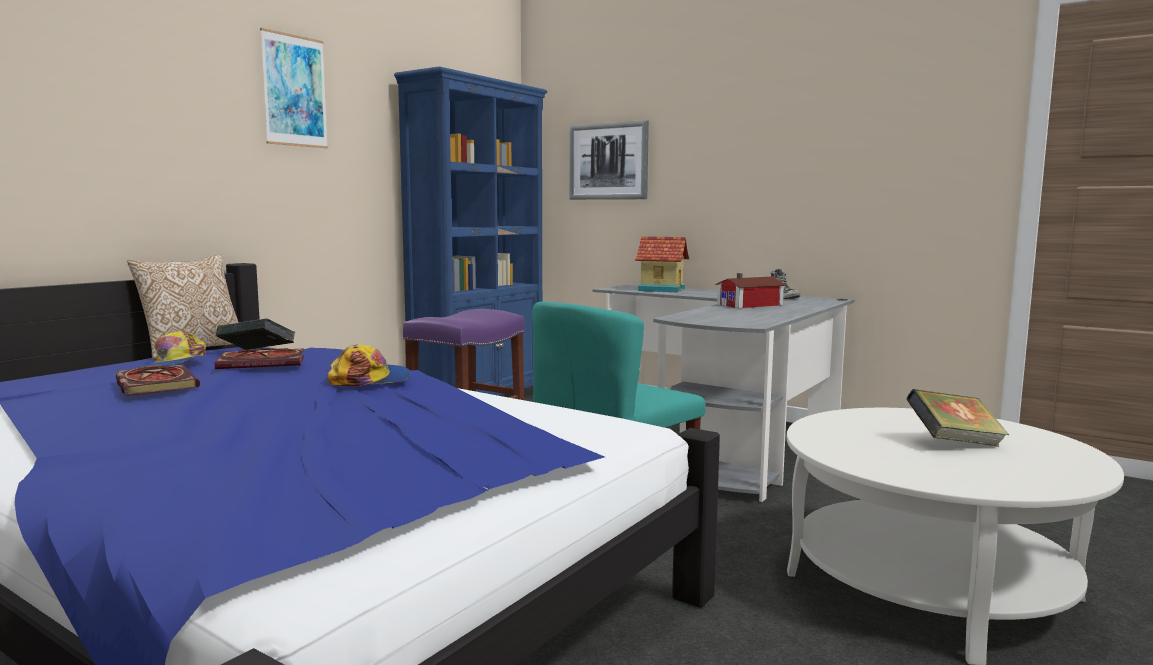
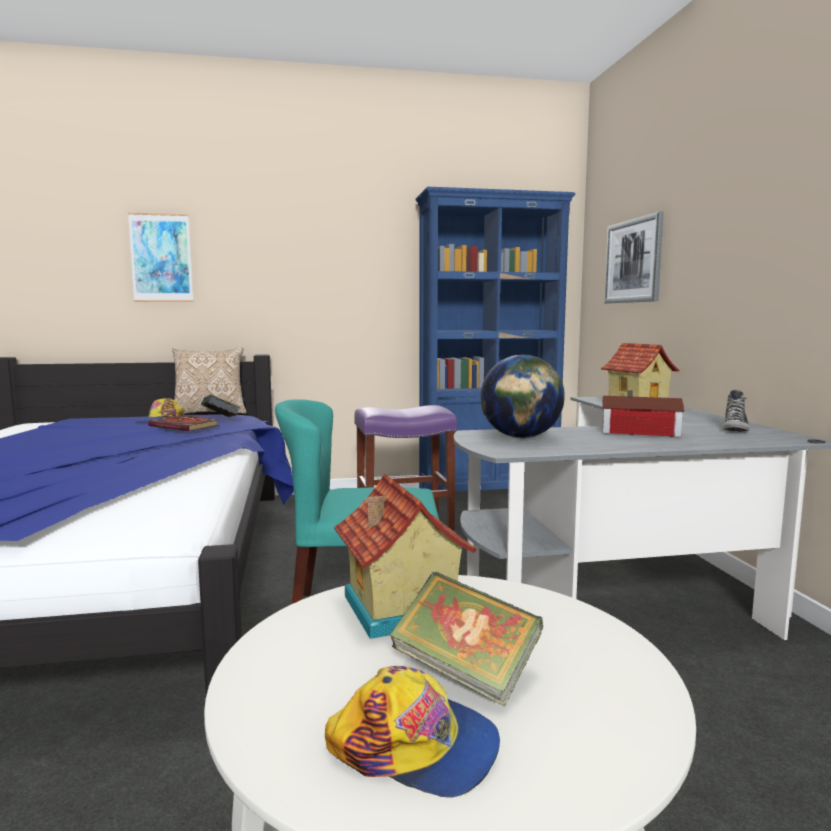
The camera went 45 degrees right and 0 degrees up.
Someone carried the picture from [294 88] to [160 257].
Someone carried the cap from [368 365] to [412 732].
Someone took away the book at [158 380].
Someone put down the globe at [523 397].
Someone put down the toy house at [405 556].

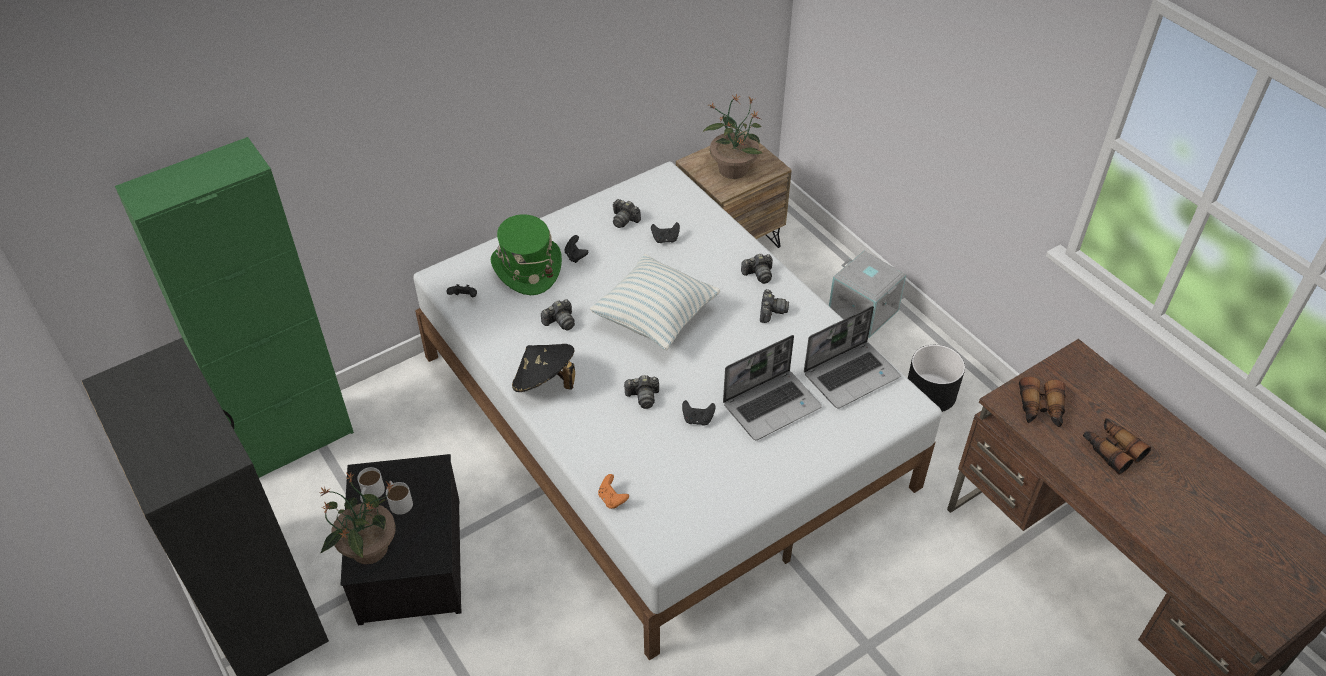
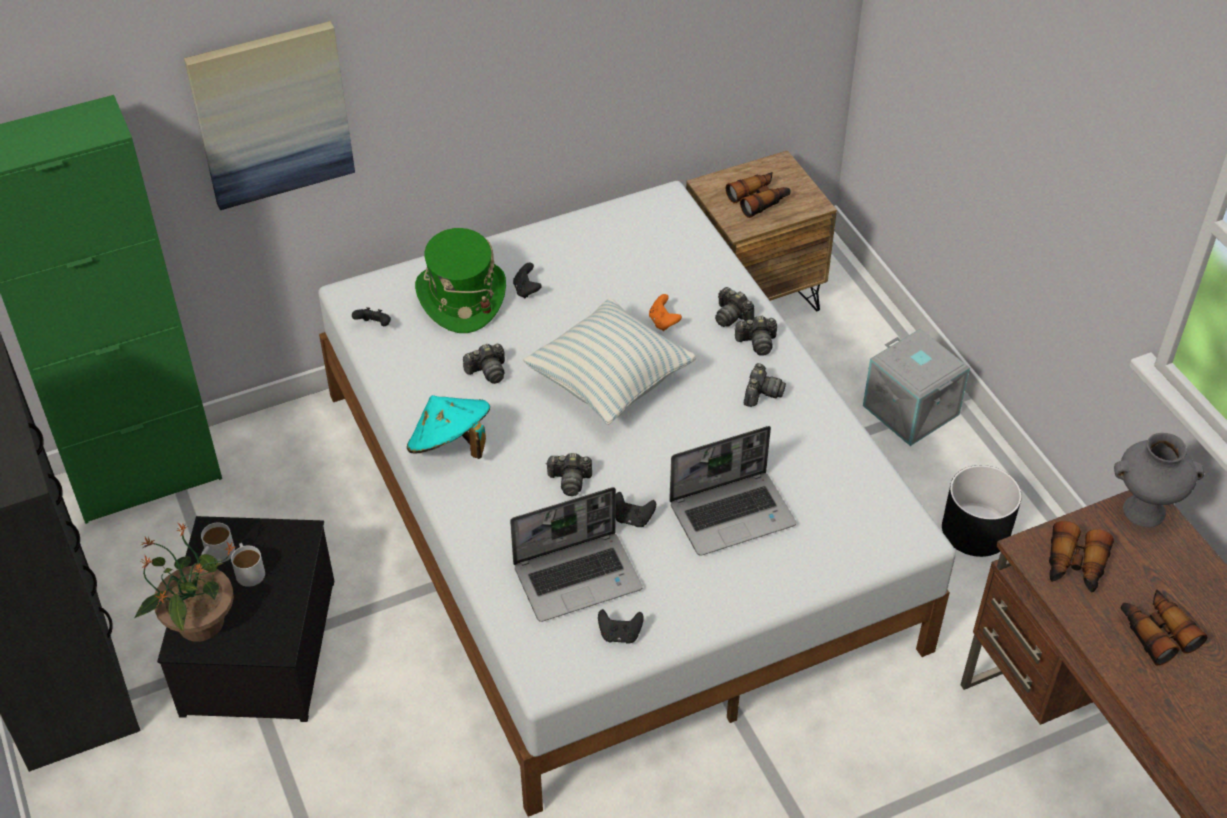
The camera went 10 degrees right and 0 degrees up.
Someone swapped the potted plant at [732 136] for the binoculars at [758 195].
Someone carried the photo camera from [627 213] to [734 307].
Someone carried the black game controller from [665 232] to [621 626].
Someone carried the laptop from [852 357] to [576 554].
Someone repainted the black hat at [543 368], which became the turquoise hat at [448 427].
Someone carried the orange game controller from [613 491] to [665 312].
Someone put up the picture at [269 115].
Someone put down the grey vase at [1159 480].

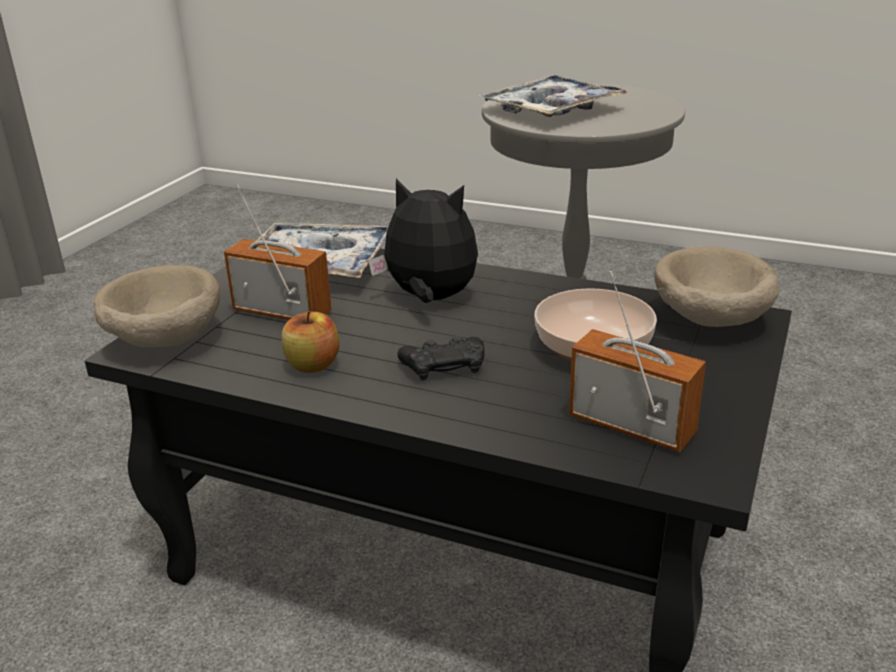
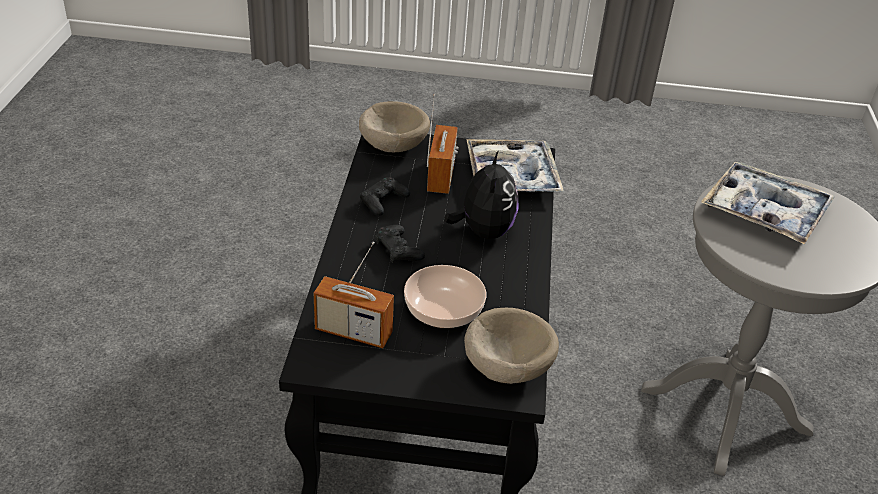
The camera went 70 degrees right and 10 degrees up.
Someone rotated the radio at [637 361] by 90 degrees clockwise.
Someone swapped the apple at [310 342] for the black game controller at [385 196].

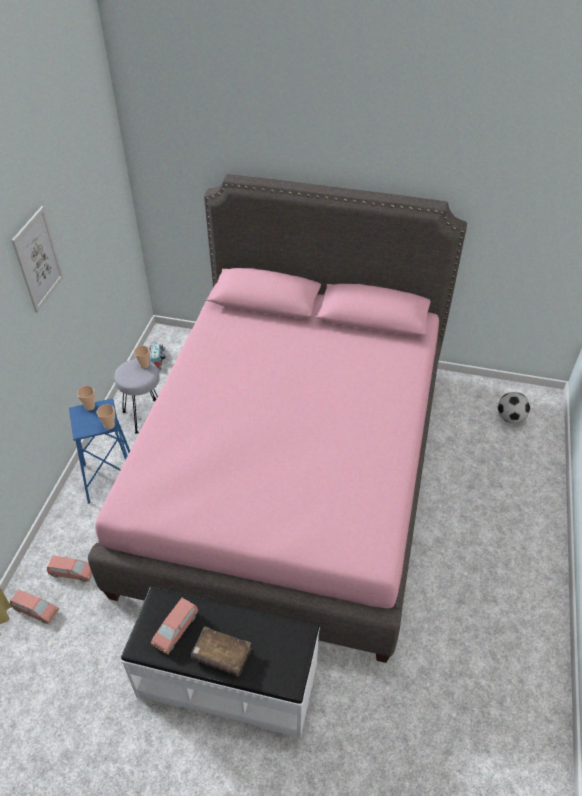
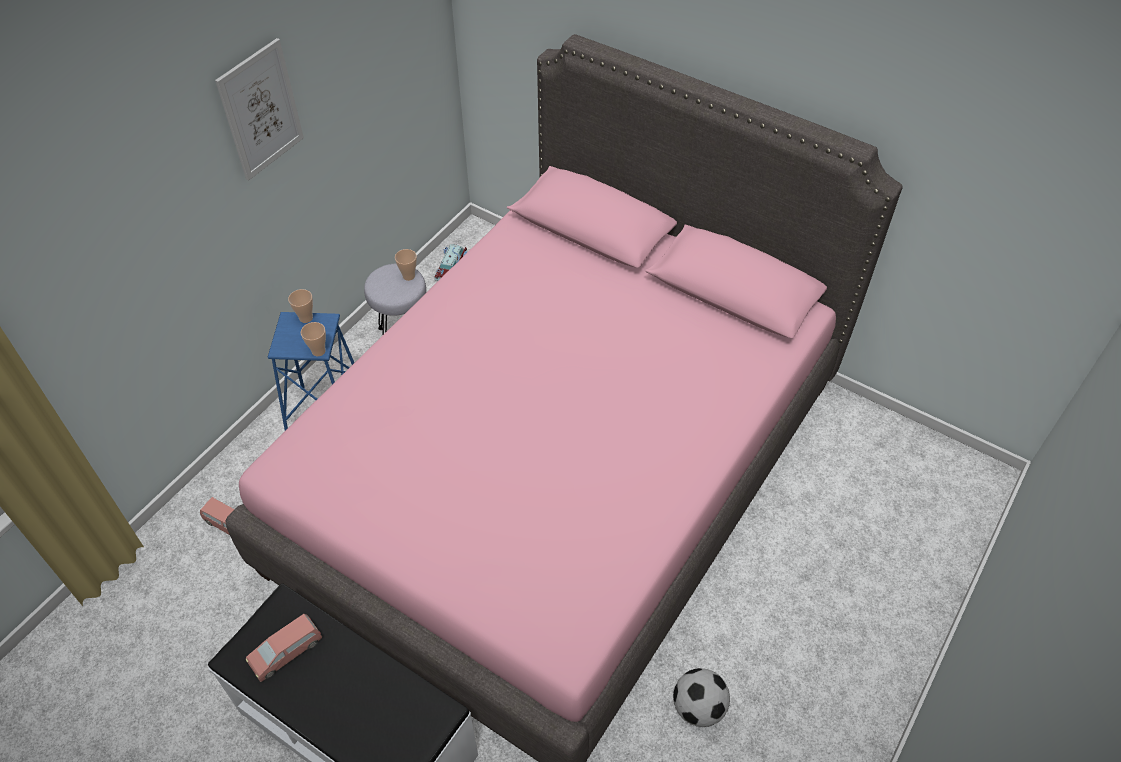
The camera went 20 degrees right and 5 degrees up.
Someone carried the football from [514 407] to [701 697].
Someone took away the pink toy car at [34 607].
Someone took away the brown book at [221 651].

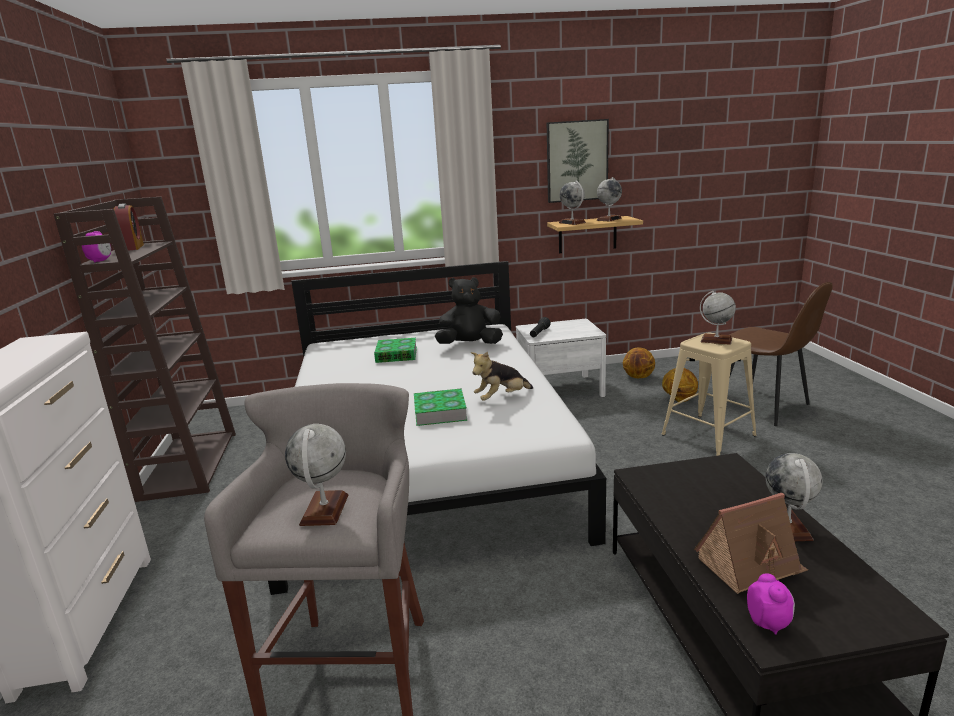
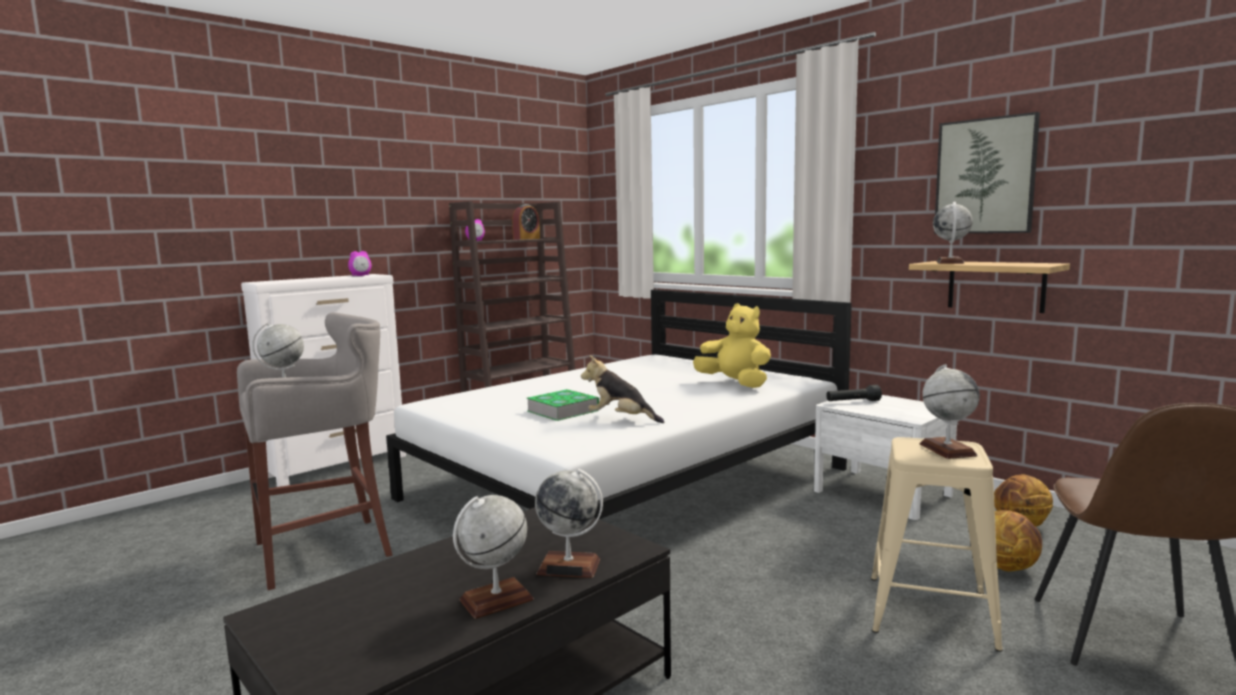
The camera went 55 degrees right and 10 degrees down.
Someone carried the globe from [609 199] to [569 523].
Someone repainted the black plush toy at [469 310], which became the yellow plush toy at [732 345].
Someone took away the book at [395 350].
Someone took away the toy house at [751 543].
Someone carried the alarm clock from [771 604] to [359 263].

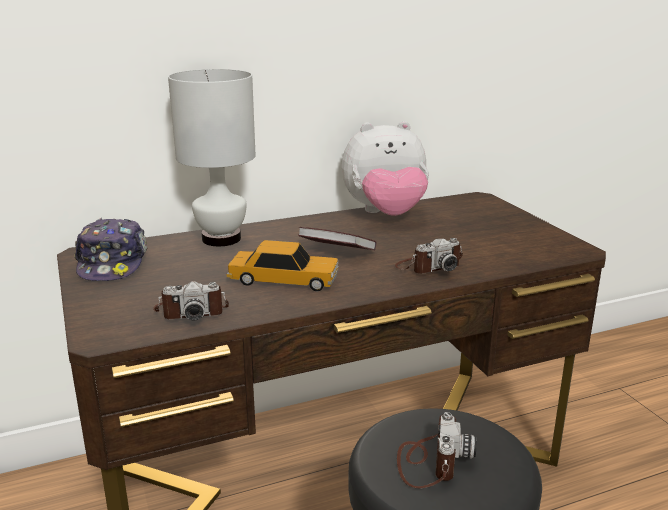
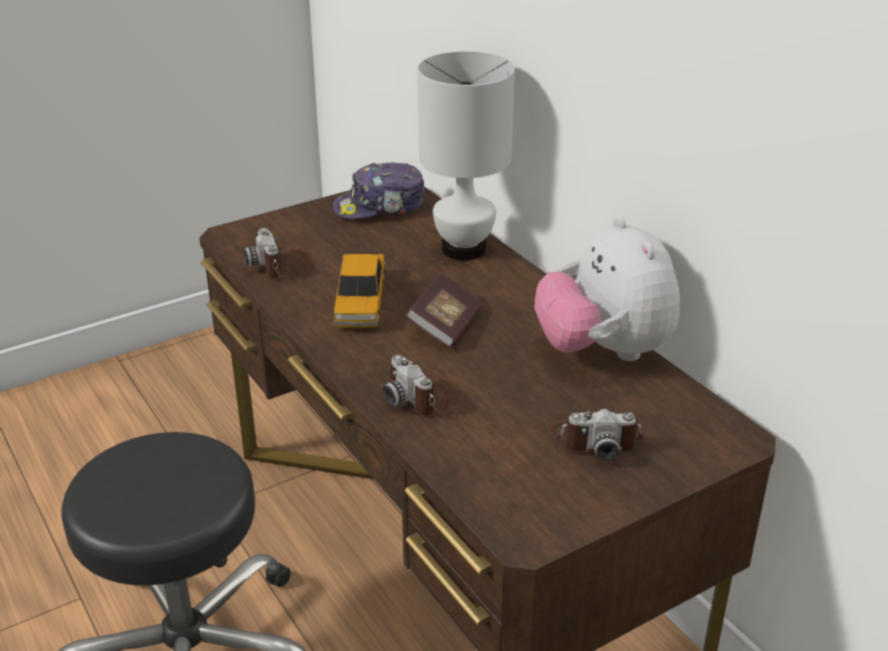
The camera went 80 degrees right and 10 degrees up.
Someone carried the photo camera from [437 450] to [596 434].

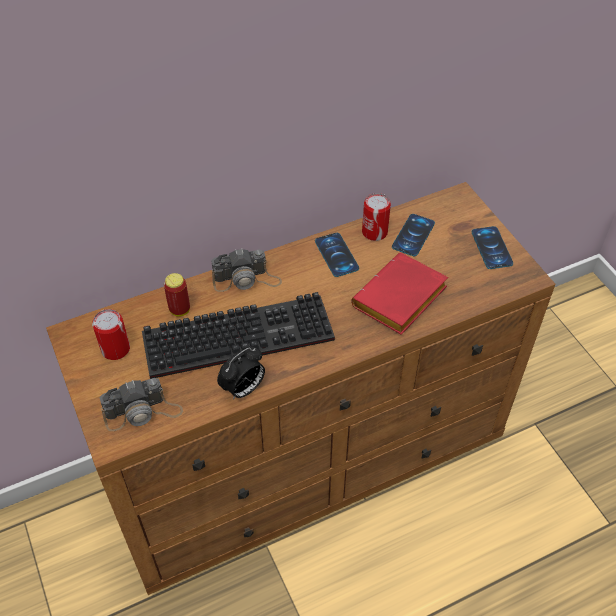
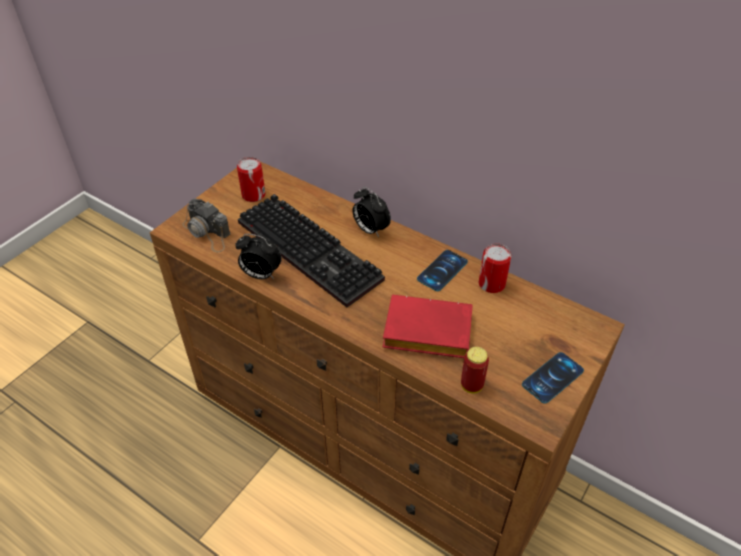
The camera went 60 degrees right and 5 degrees down.
Someone took away the phone at [413 235].
Someone swapped the photo camera at [246 270] for the alarm clock at [371 212].
Someone carried the can from [177 295] to [475 370].

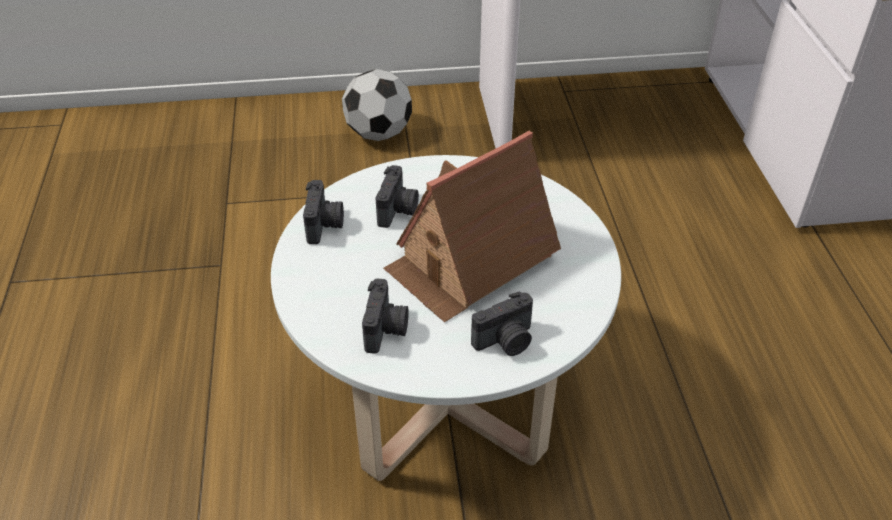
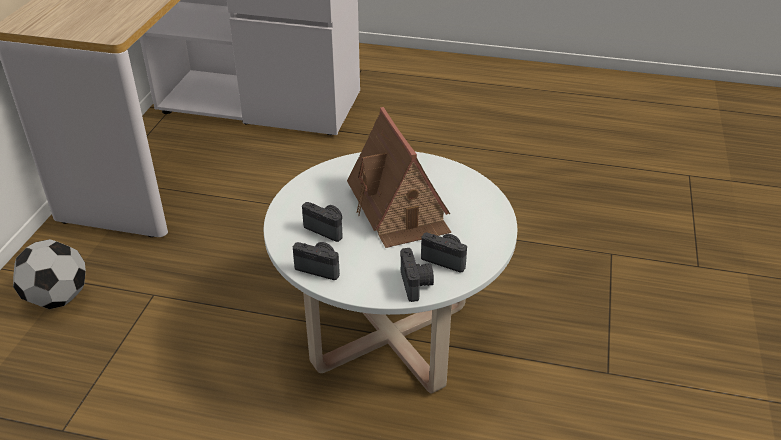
The camera went 70 degrees left and 5 degrees down.
Someone carried the photo camera from [502 323] to [417 275].

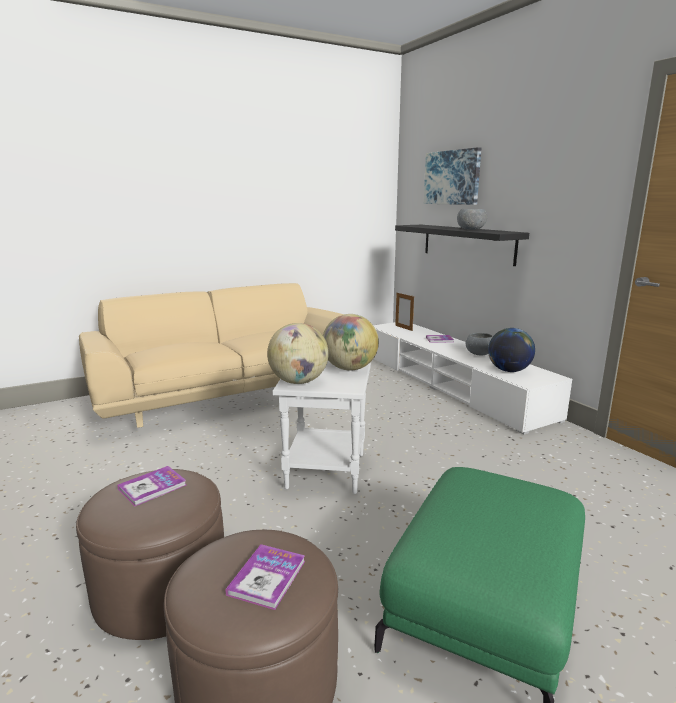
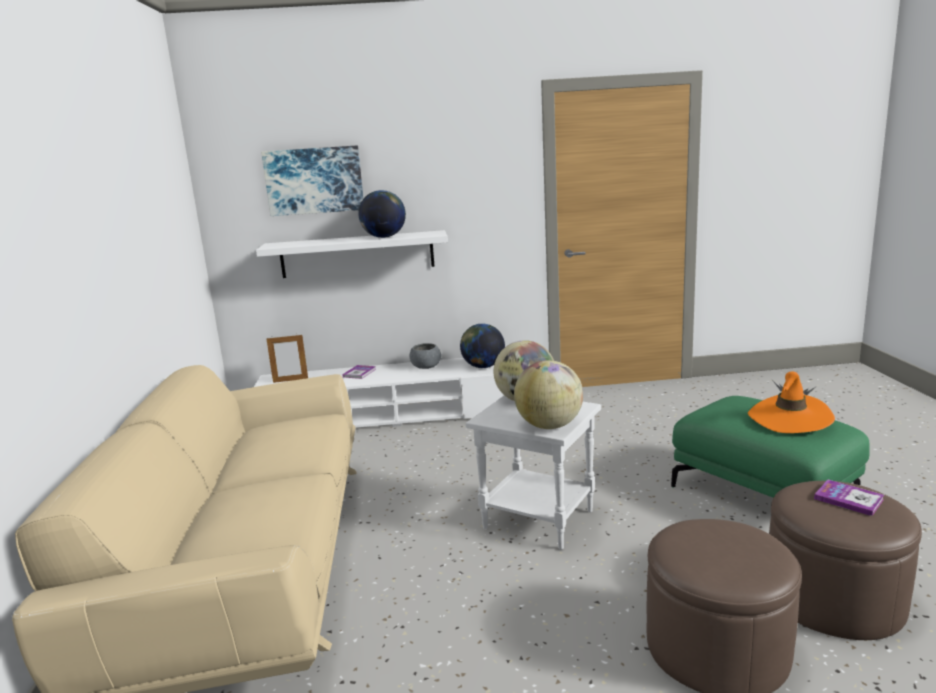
The camera went 65 degrees left and 0 degrees up.
Someone swapped the grey bowl at [472 219] for the globe at [382 214].
Someone repainted the black shelf at [462 245], which became the white shelf at [352 254].
Someone took away the book at [151 486].
Someone put down the orange hat at [791 402].

